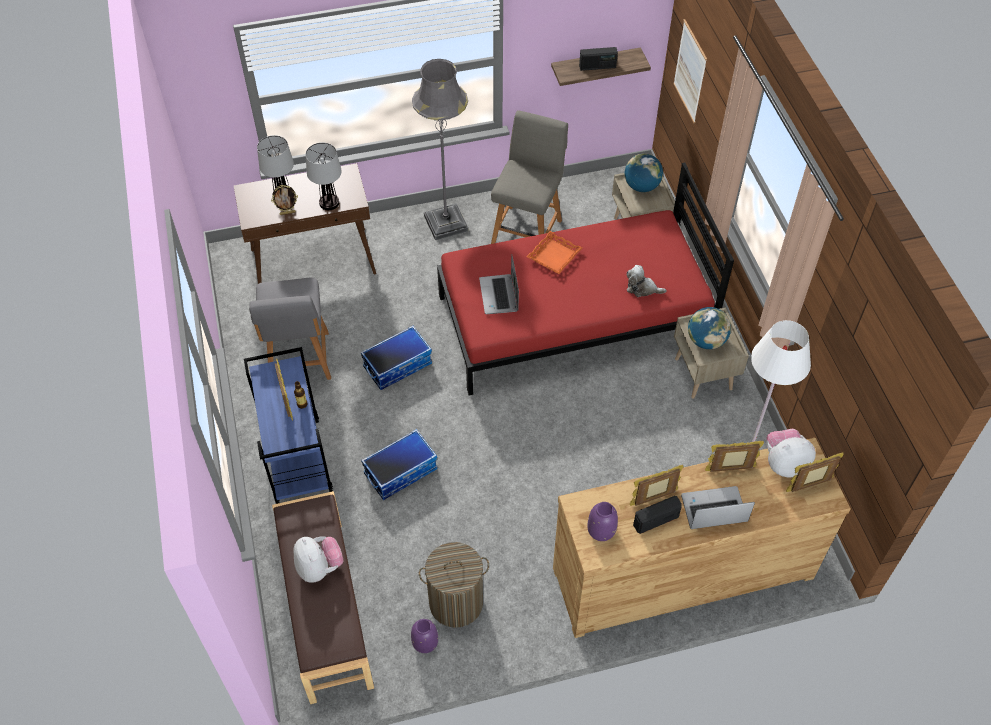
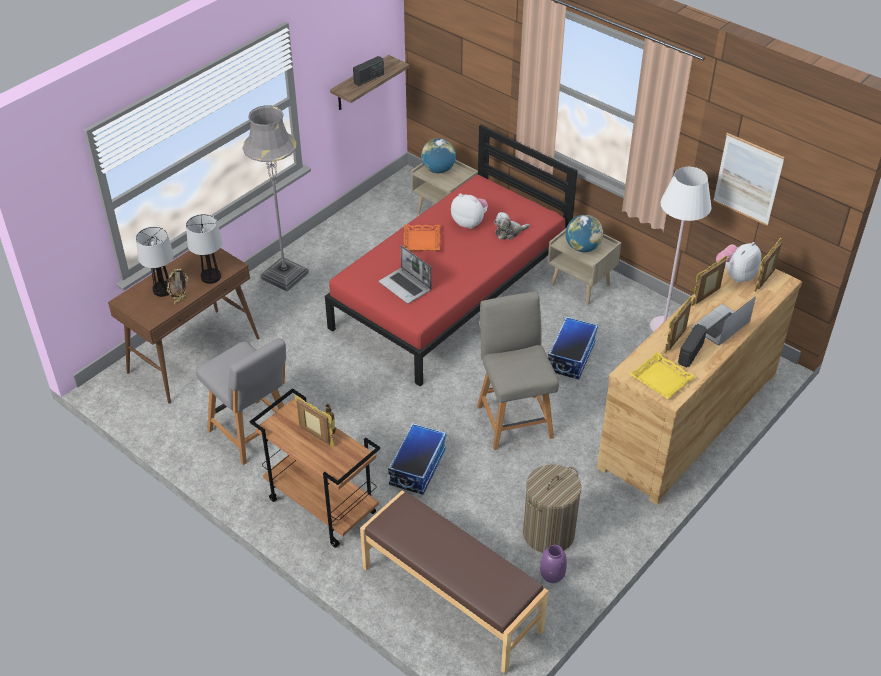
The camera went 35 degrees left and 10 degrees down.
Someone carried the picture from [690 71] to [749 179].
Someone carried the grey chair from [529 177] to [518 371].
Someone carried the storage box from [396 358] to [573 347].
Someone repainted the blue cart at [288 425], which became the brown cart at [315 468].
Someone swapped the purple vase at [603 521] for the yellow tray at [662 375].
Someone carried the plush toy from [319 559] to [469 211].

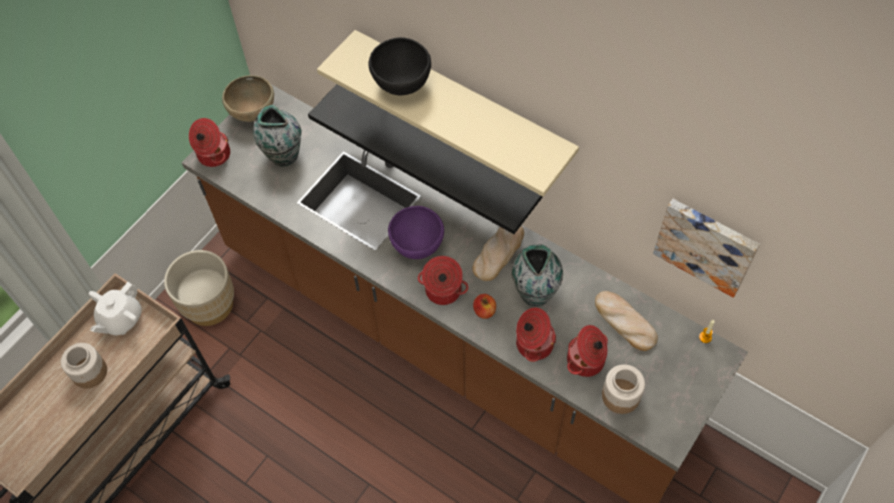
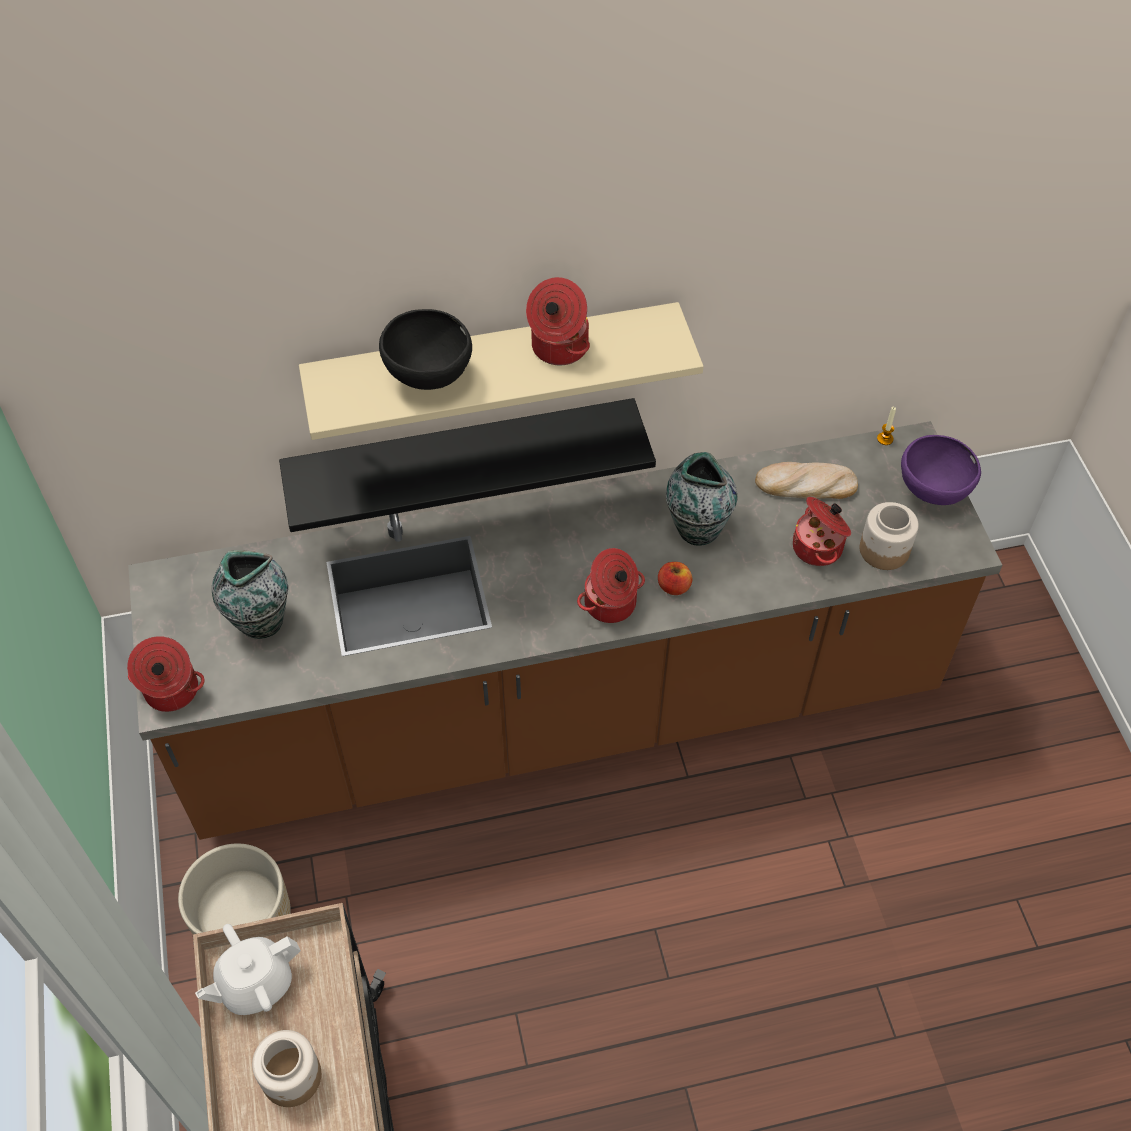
The camera went 50 degrees left and 5 degrees down.
Someone took away the brown bowl at [248 98].
Someone took away the picture at [706 248].
Someone carried the purple bowl from [416 232] to [941 470].
Someone took away the bread at [498 253].
Someone rotated the white teapot at [115 308] by 75 degrees clockwise.
Someone carried the cooking pot from [536 335] to [558 321].

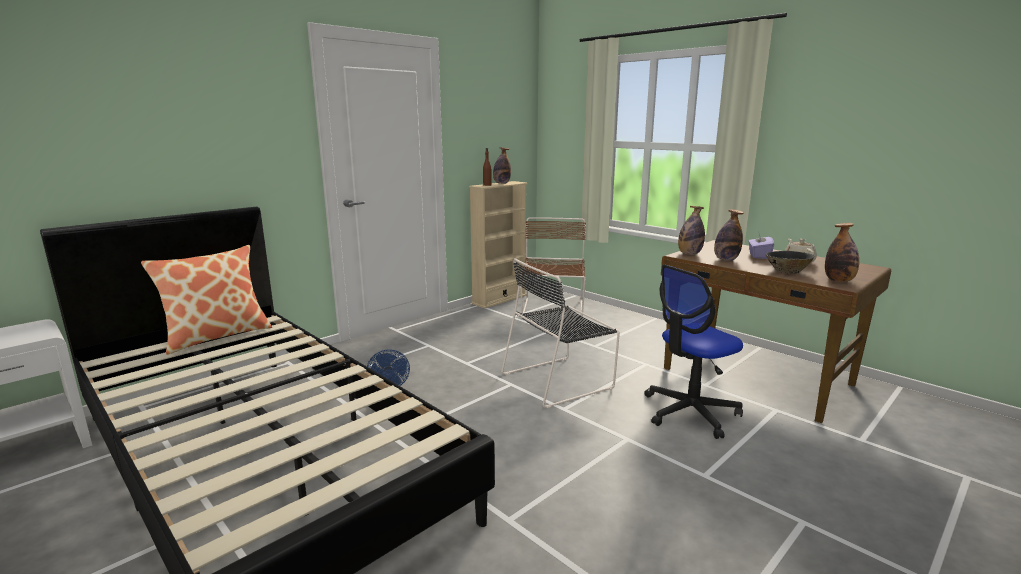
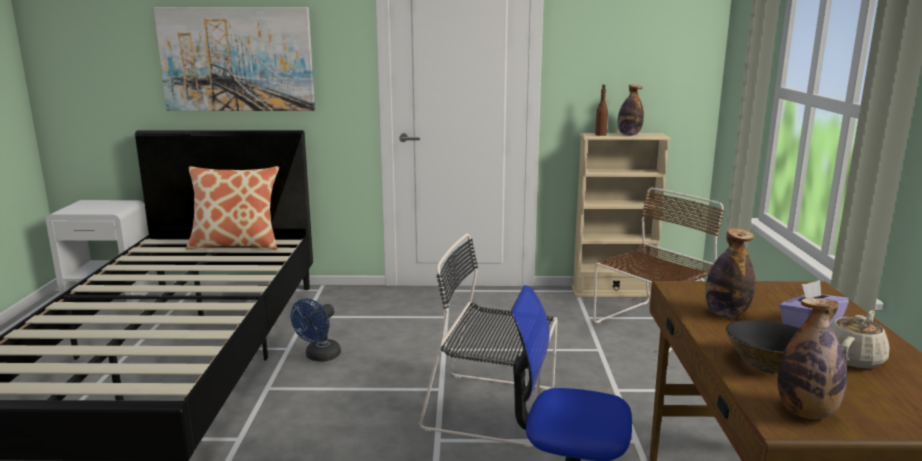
The camera went 45 degrees right and 0 degrees up.
Someone took away the bottle at [691 230].
Someone put up the picture at [234 59].

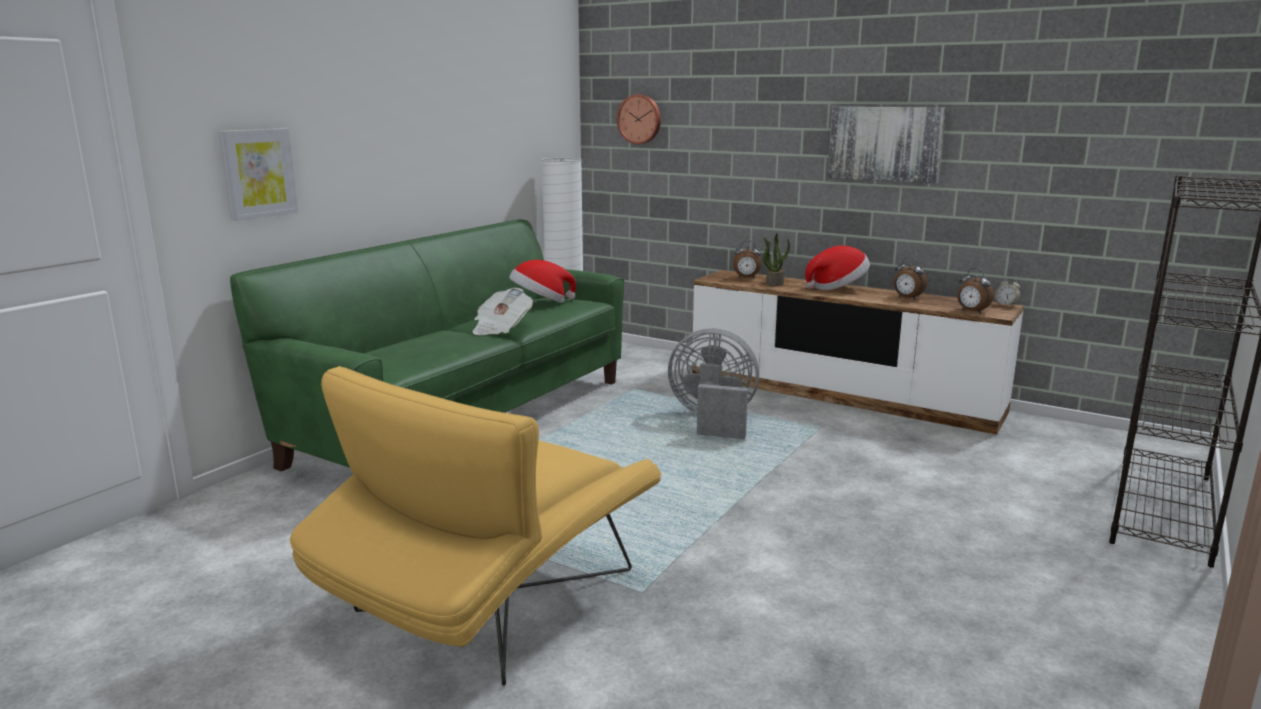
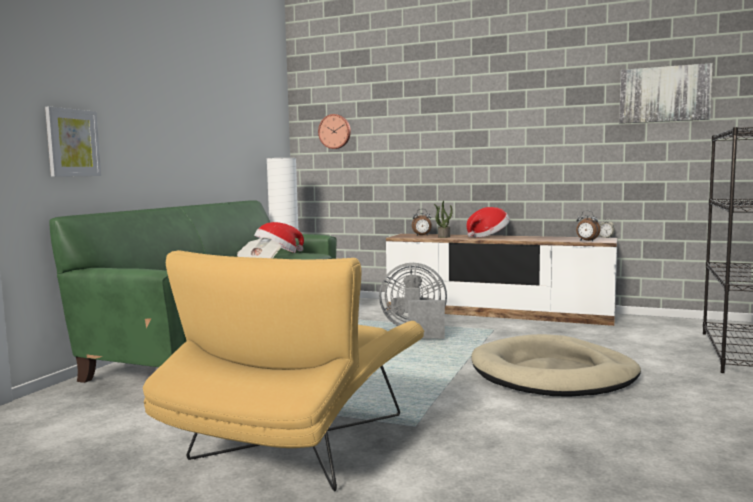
The camera went 10 degrees left and 10 degrees down.
Someone carried the picture from [887 145] to [666 93].
Someone took away the alarm clock at [910 278].
Someone put down the beige dog bed at [556 365].

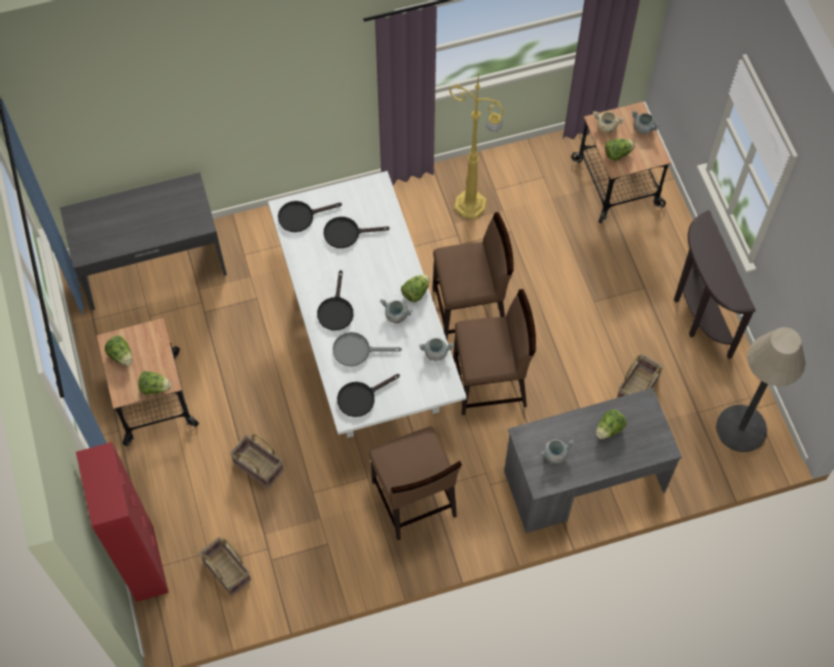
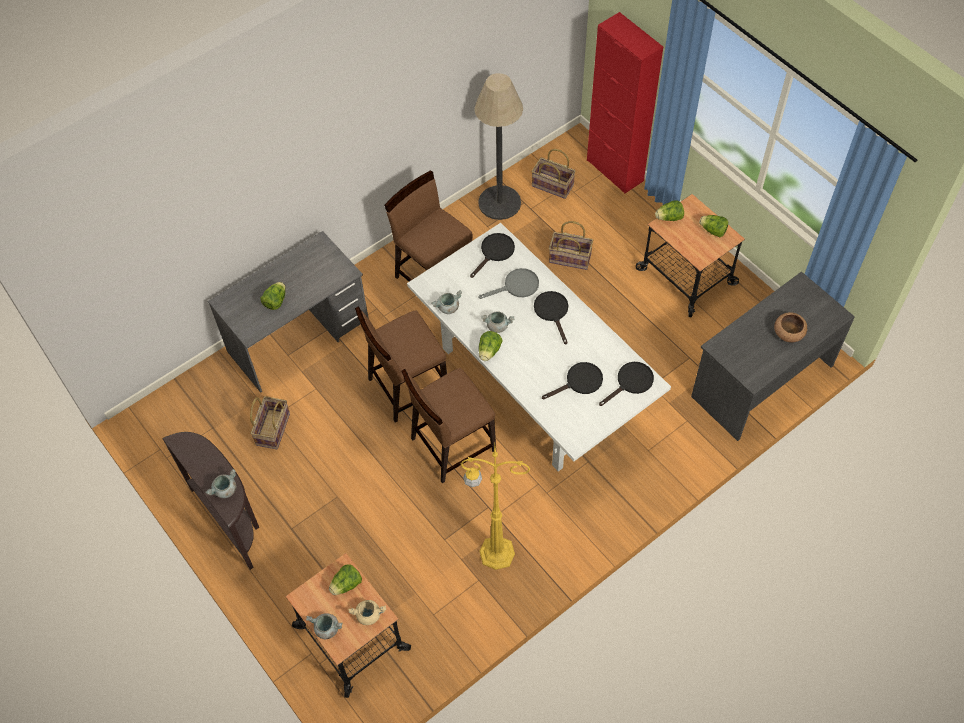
The camera went 160 degrees right and 5 degrees down.
Someone carried the floor lamp from [761 389] to [498 146].
Someone carried the grey cooking pot from [558 451] to [220 483].
Someone put down the brown bowl at [790 327].

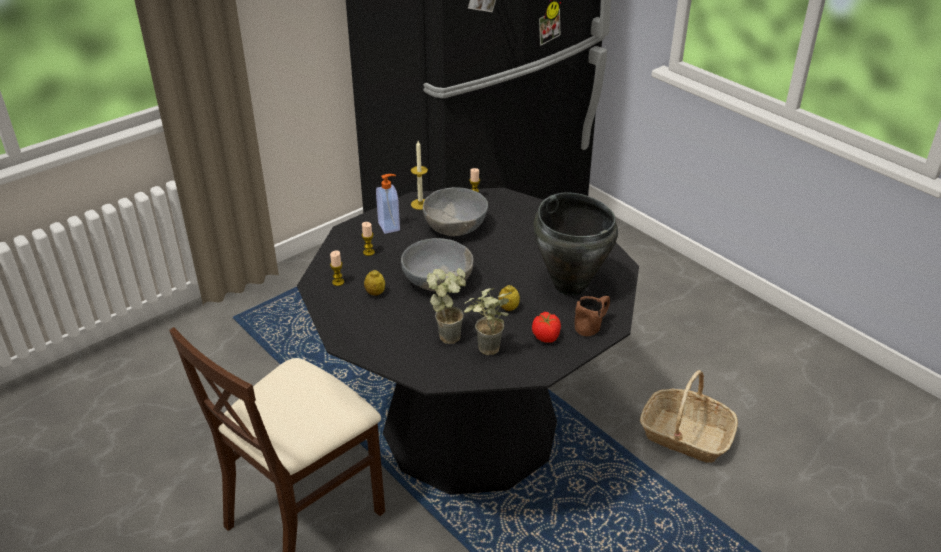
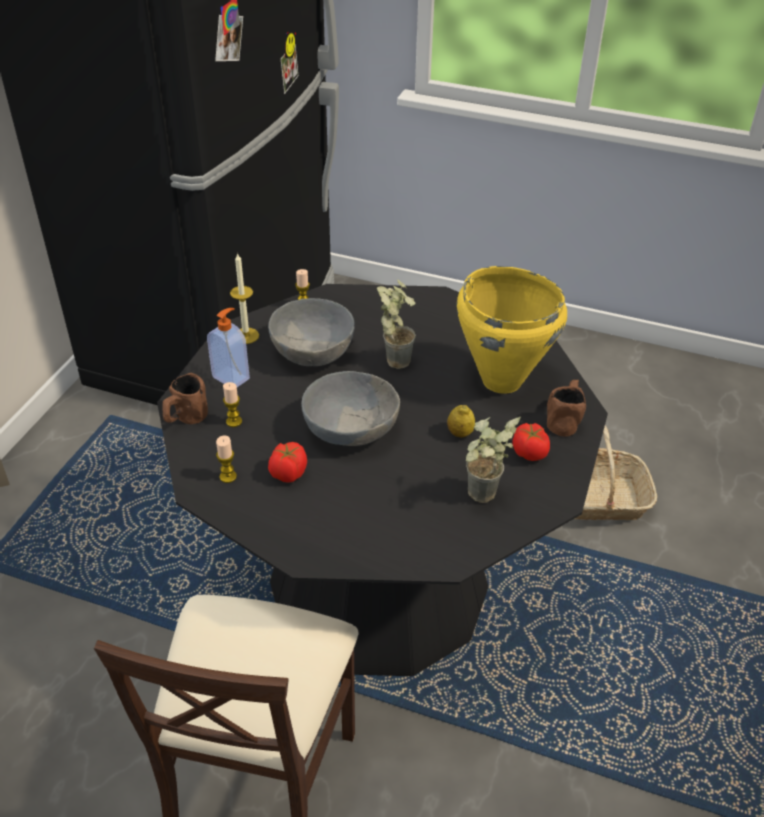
The camera went 30 degrees left and 5 degrees up.
Someone repainted the black cooking pot at [575 244], which became the yellow cooking pot at [512 330].
Someone carried the potted plant from [446 306] to [396 324].
Someone swapped the lemon at [374 283] for the tomato at [287 462].
Someone put down the brown mug at [185 398].

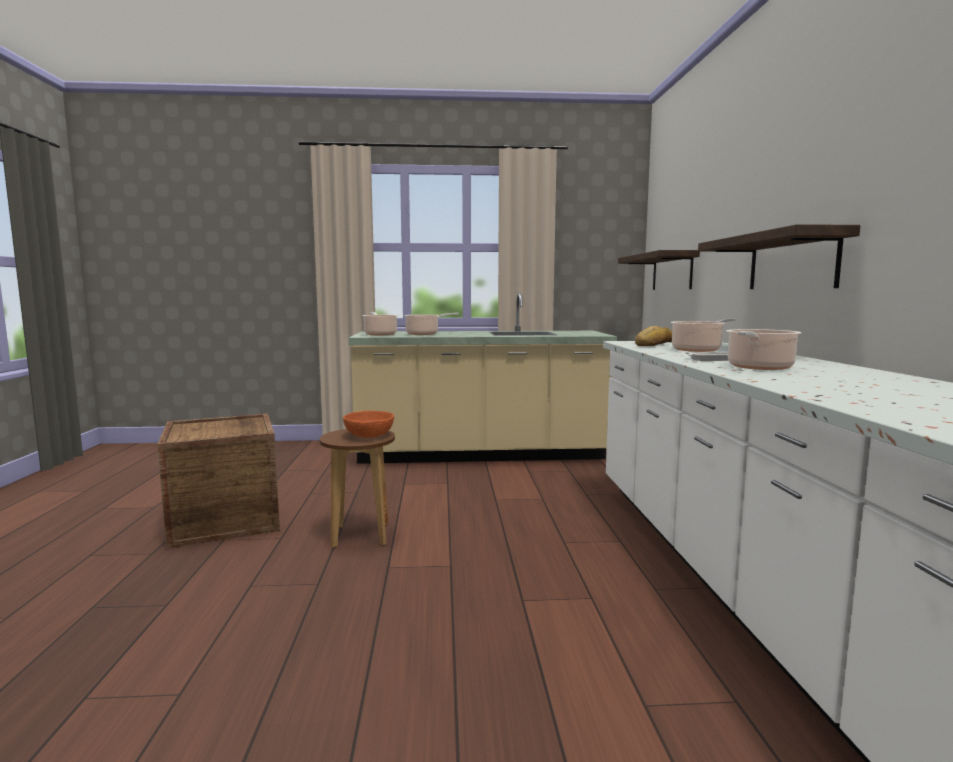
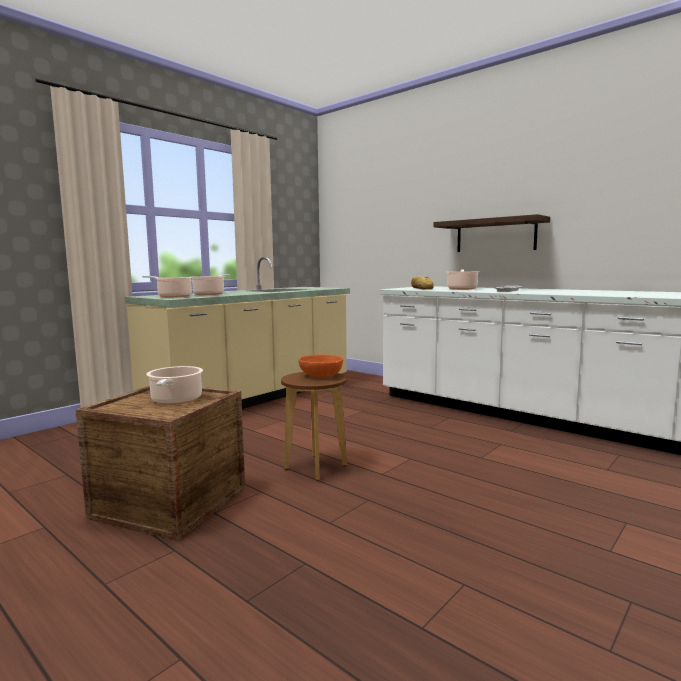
The camera went 45 degrees left and 0 degrees up.
Someone took away the shelf at [659 270].
Someone carried the cooking pot from [763 349] to [174 385].

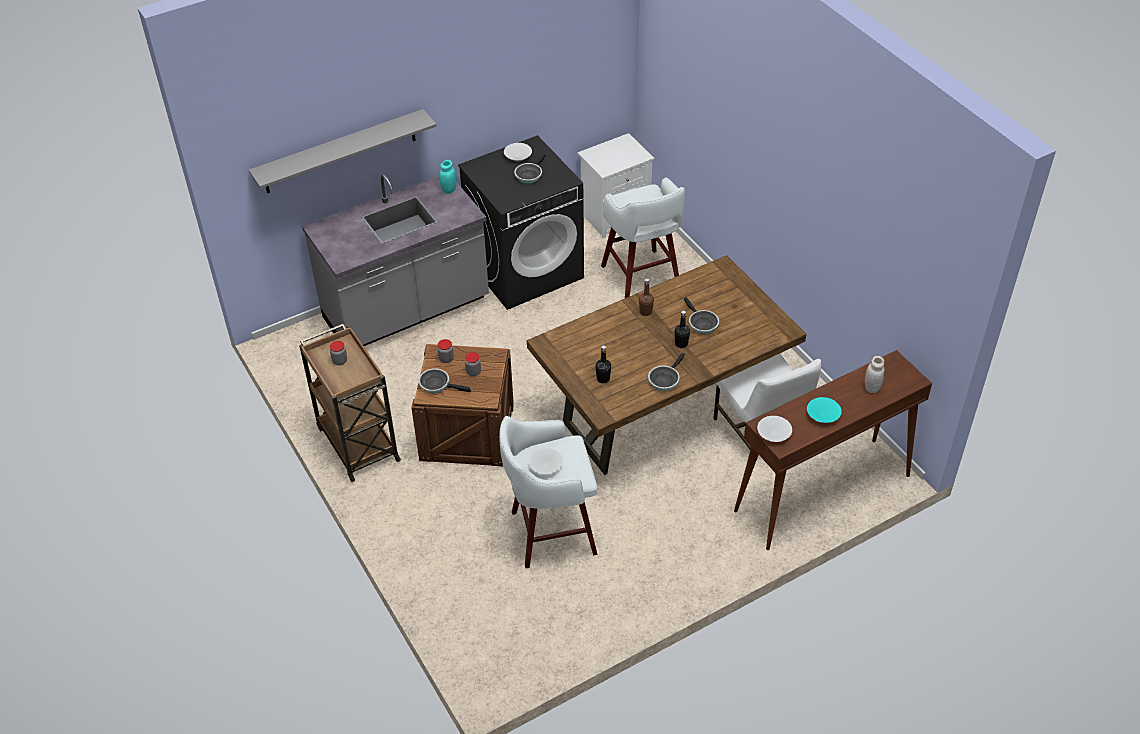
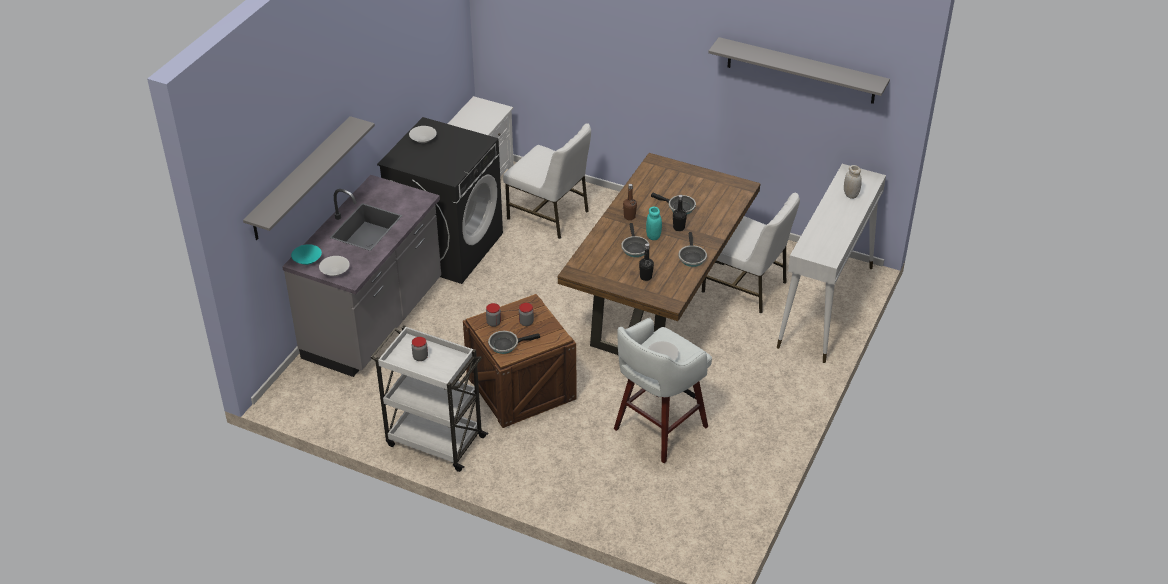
The camera went 35 degrees left and 5 degrees down.
Someone carried the frying pan from [530 168] to [635 240].
Someone carried the turquoise jar from [448 177] to [654 223].
Someone swapped the white stool at [643 237] for the white chair at [547 181].
Someone repainted the brown cart at [350 403], which became the white cart at [429 398].
Someone repainted the brown console table at [833 450], which became the white console table at [831 263].
Someone carried the turquoise bowl from [824 410] to [306 254].
Someone carried the white bowl from [774 429] to [334 266].
Someone put up the grey shelf at [799 70].

